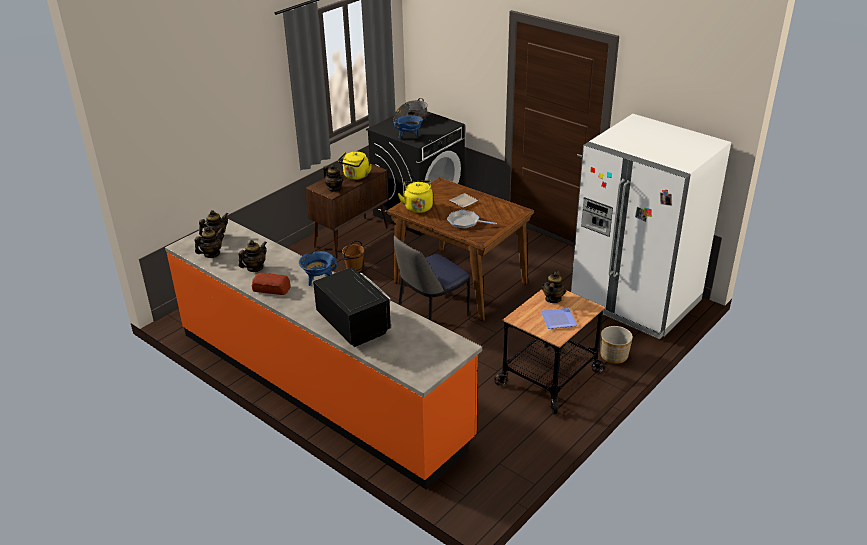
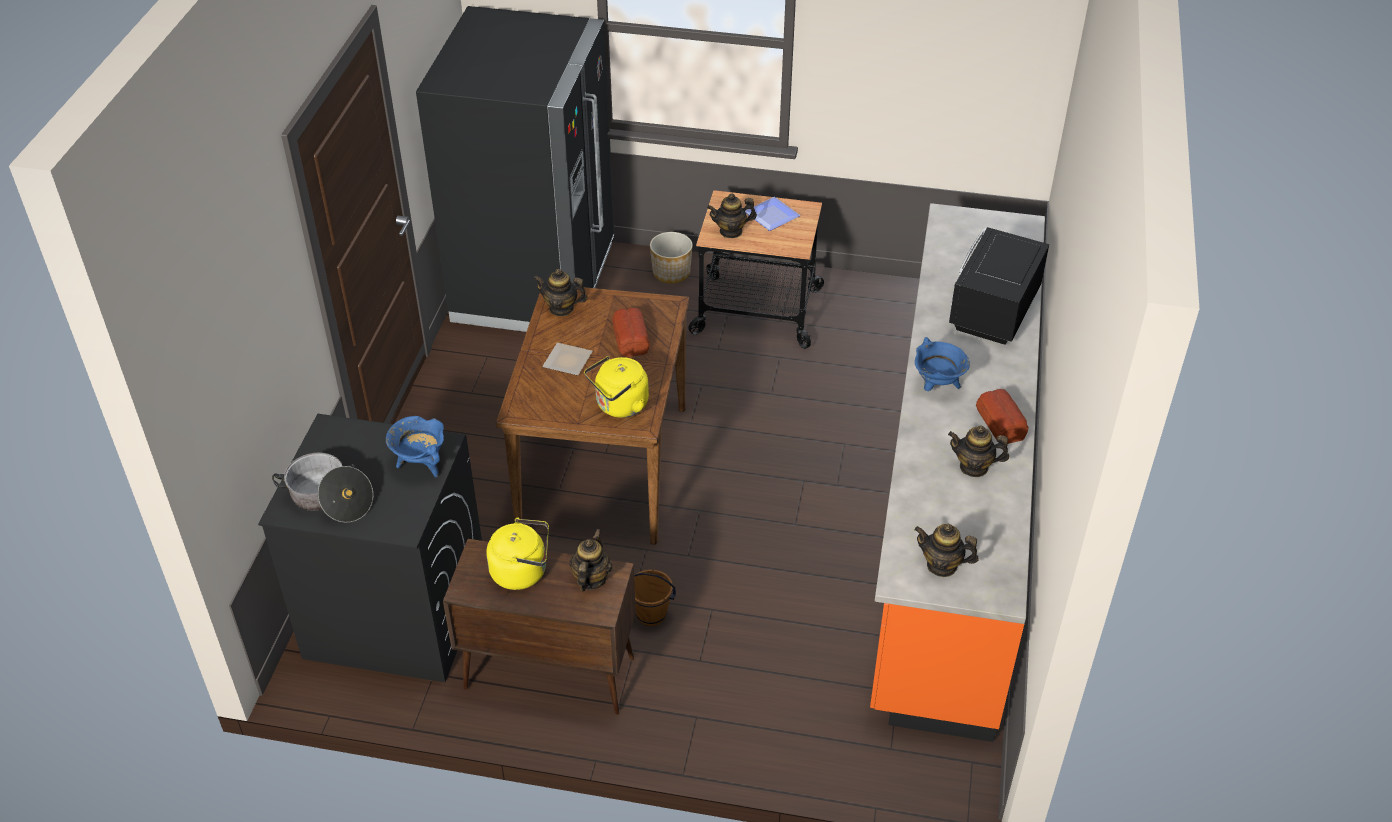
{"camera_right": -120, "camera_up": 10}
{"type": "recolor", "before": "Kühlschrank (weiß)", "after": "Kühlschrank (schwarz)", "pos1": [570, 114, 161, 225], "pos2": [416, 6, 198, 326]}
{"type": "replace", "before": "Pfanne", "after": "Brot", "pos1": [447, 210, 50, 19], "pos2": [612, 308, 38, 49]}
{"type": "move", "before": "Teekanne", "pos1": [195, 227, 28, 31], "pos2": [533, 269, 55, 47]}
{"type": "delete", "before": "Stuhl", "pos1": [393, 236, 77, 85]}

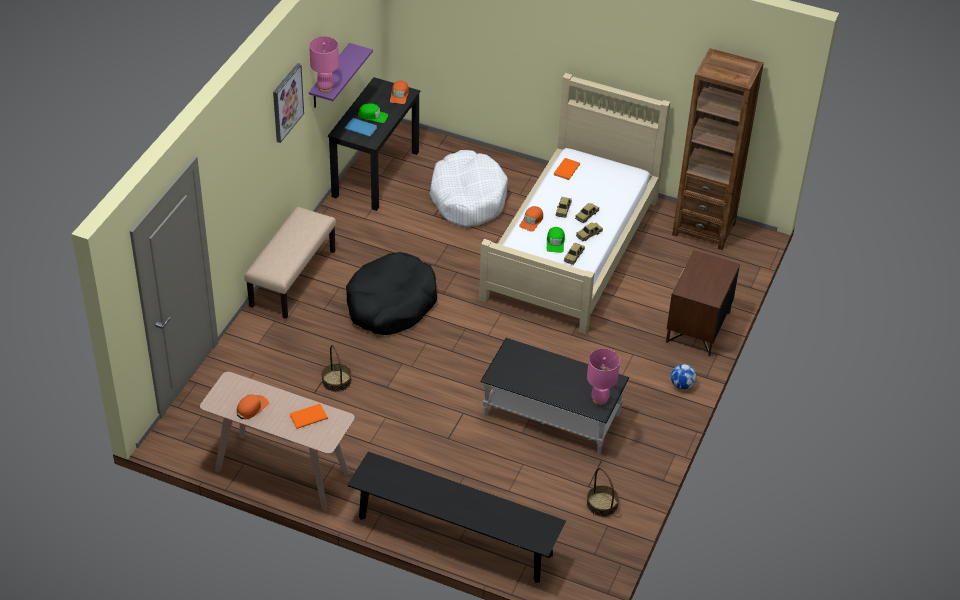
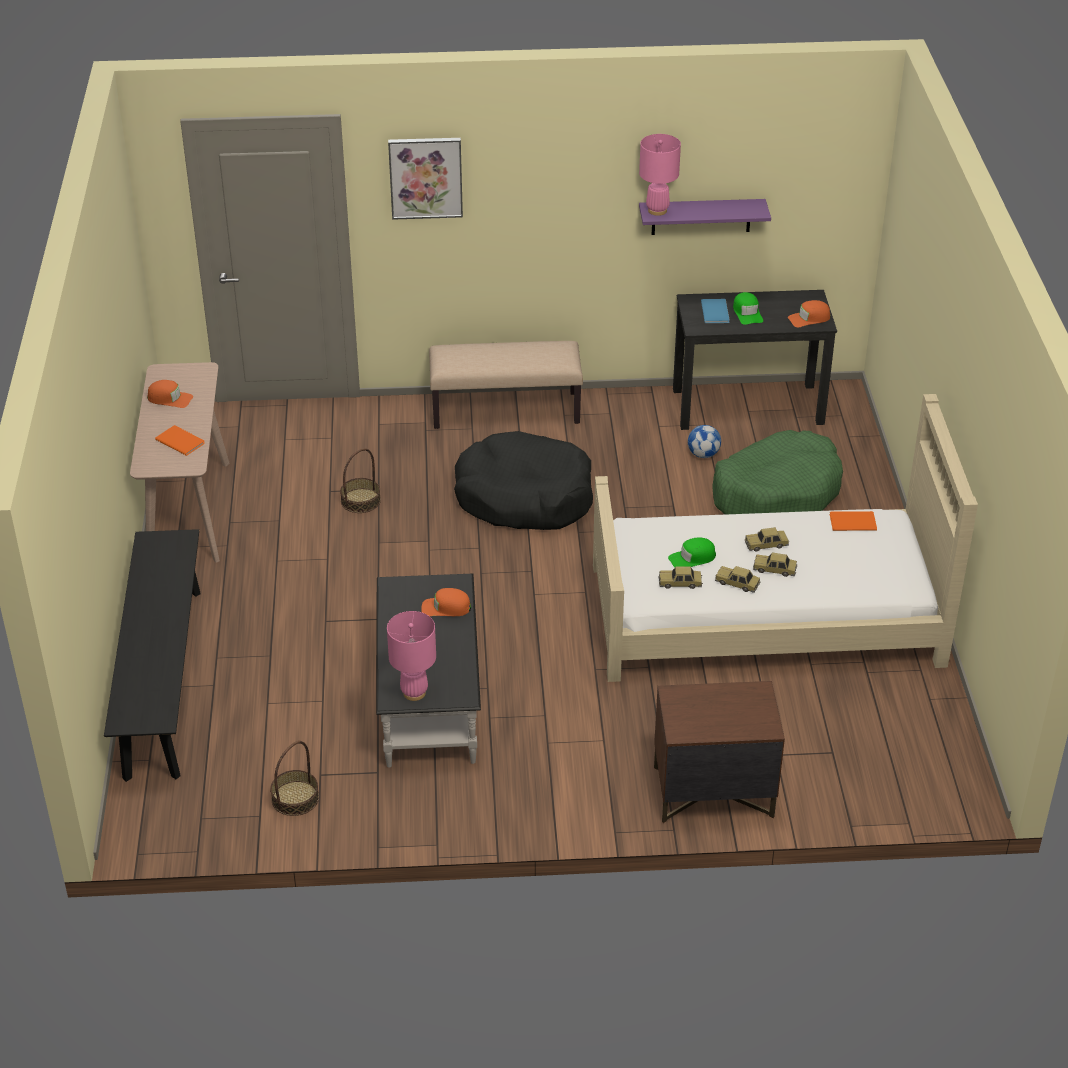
{"camera_right": 65, "camera_up": -5}
{"type": "delete", "before": "Bücherregal (braun)", "pos1": [672, 48, 92, 202]}
{"type": "move", "before": "Bild", "pos1": [273, 63, 31, 80], "pos2": [388, 138, 75, 82]}
{"type": "recolor", "before": "Hundebett (weiß)", "after": "Hundebett (grün)", "pos1": [429, 150, 79, 77], "pos2": [712, 430, 131, 85]}
{"type": "move", "before": "Kappe (orange)", "pos1": [519, 206, 24, 26], "pos2": [421, 588, 50, 28]}
{"type": "move", "before": "Fußball", "pos1": [671, 364, 25, 26], "pos2": [688, 425, 33, 33]}

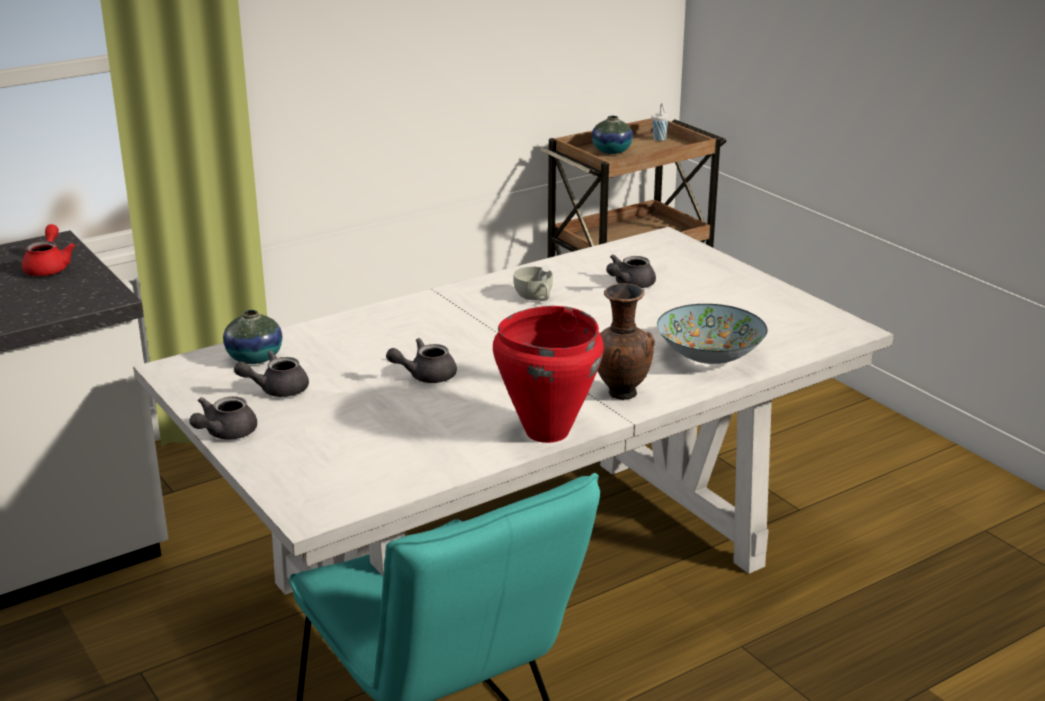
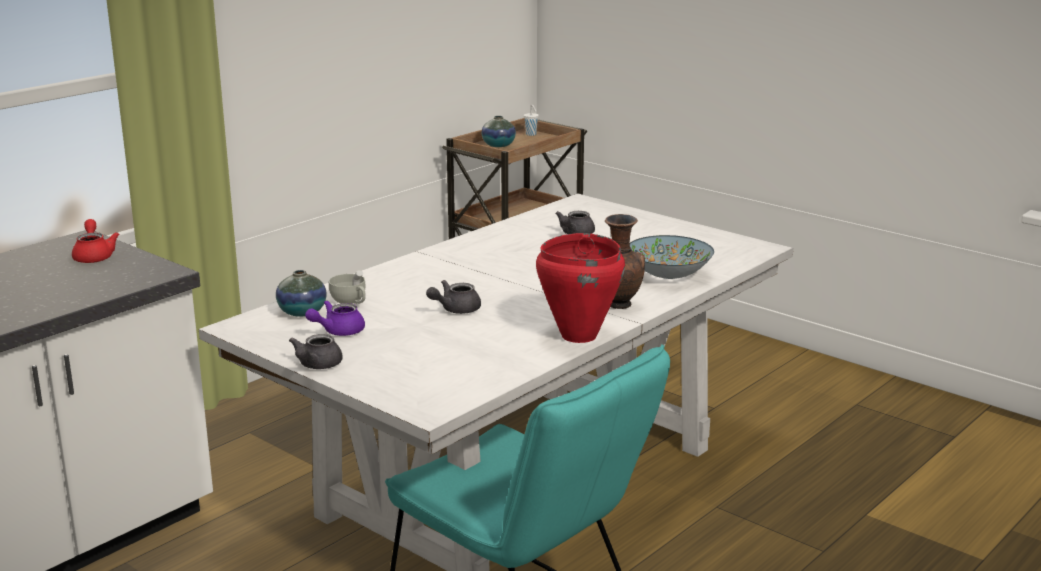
{"camera_right": -15, "camera_up": -5}
{"type": "move", "before": "Tasse (weiß)", "pos1": [513, 265, 40, 36], "pos2": [329, 270, 37, 34]}
{"type": "recolor", "before": "Teekanne (grau)", "after": "Teekanne (lila)", "pos1": [234, 351, 75, 46], "pos2": [305, 300, 60, 36]}

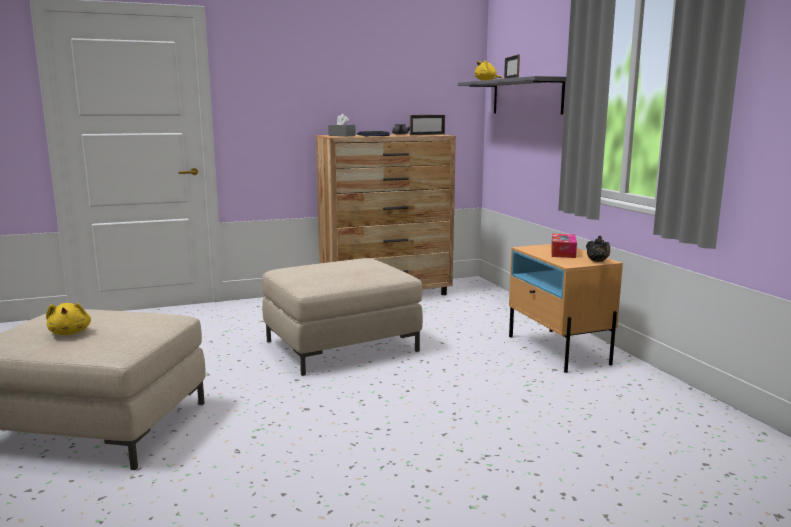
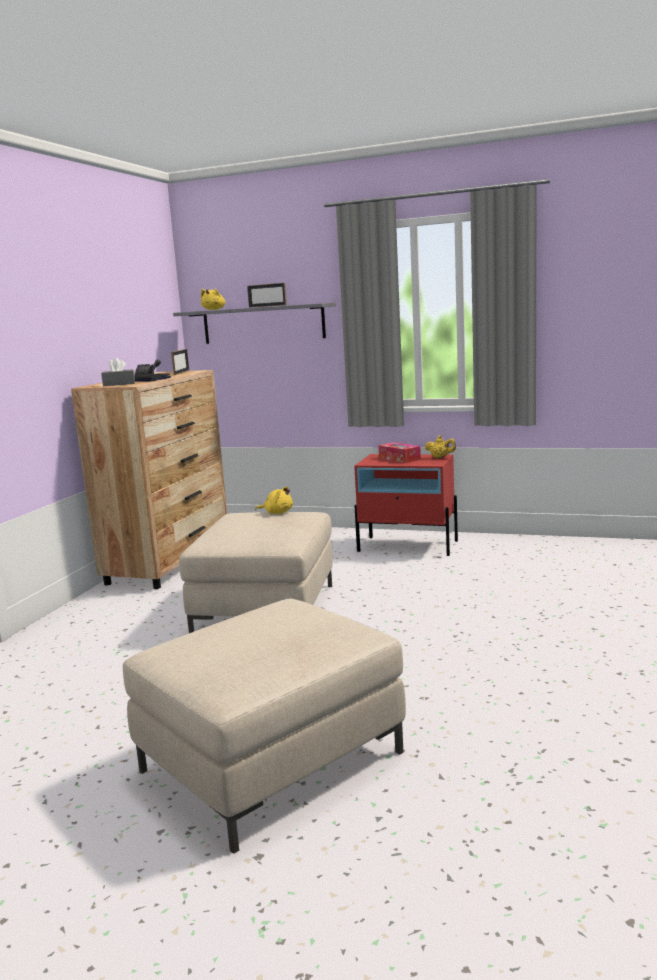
{"camera_right": -50, "camera_up": 0}
{"type": "recolor", "before": "Teekanne (schwarz)", "after": "Teekanne (gelb)", "pos1": [586, 236, 24, 26], "pos2": [425, 435, 31, 23]}
{"type": "recolor", "before": "Nachttisch (beige)", "after": "Nachttisch (rot)", "pos1": [509, 244, 114, 129], "pos2": [354, 454, 104, 102]}
{"type": "move", "before": "Plüschtier (gelb)", "pos1": [46, 303, 45, 32], "pos2": [255, 486, 38, 28]}

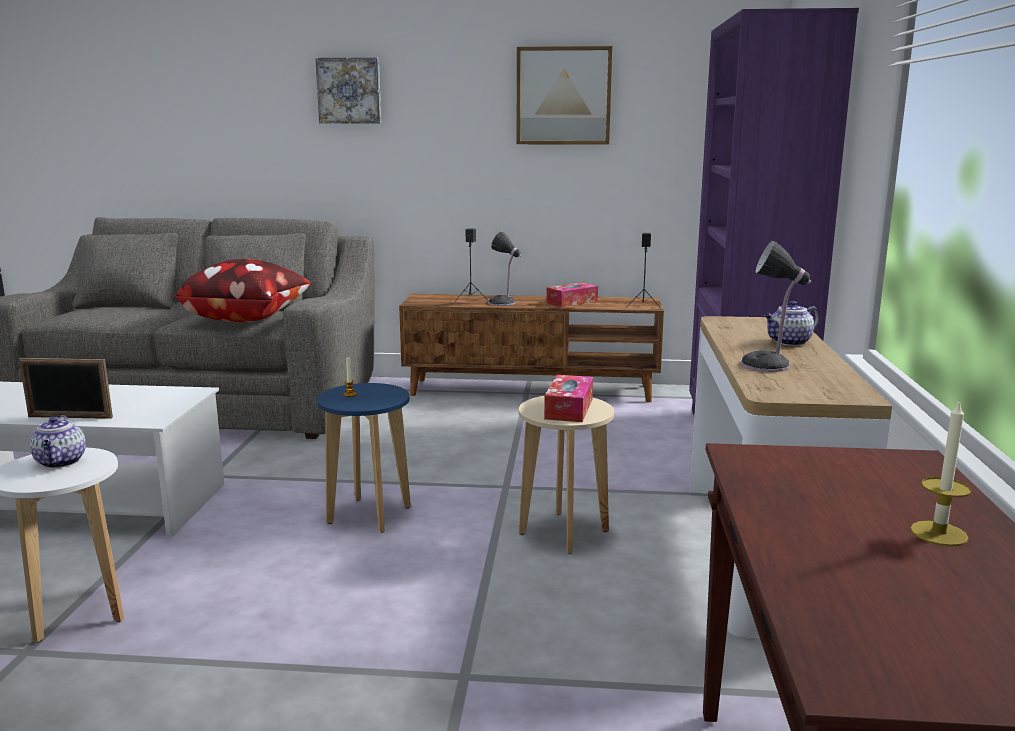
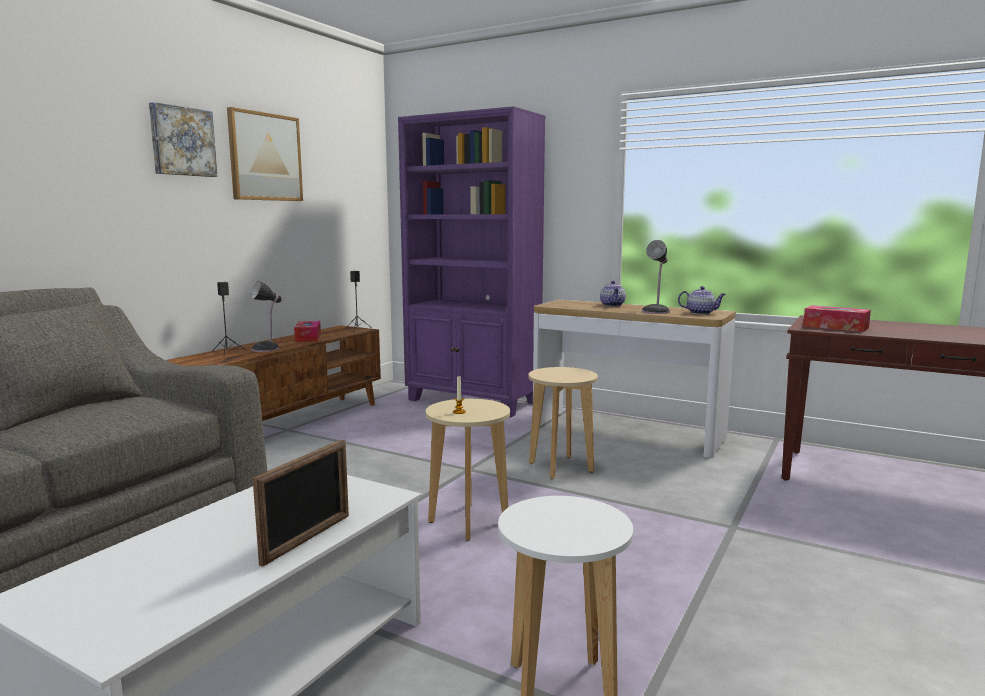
{"camera_right": -65, "camera_up": -5}
{"type": "move", "before": "Bild", "pos1": [315, 57, 66, 67], "pos2": [149, 102, 68, 75]}
{"type": "delete", "before": "Kissen", "pos1": [174, 259, 137, 63]}
{"type": "move", "before": "Taschentuchbox", "pos1": [544, 375, 49, 47], "pos2": [803, 305, 68, 27]}
{"type": "recolor", "before": "Hocker (blau)", "after": "Hocker (beige)", "pos1": [317, 383, 94, 150], "pos2": [426, 399, 84, 141]}
{"type": "delete", "before": "Kerze", "pos1": [910, 399, 62, 147]}
{"type": "move", "before": "Teekanne", "pos1": [30, 415, 56, 53], "pos2": [678, 286, 48, 28]}

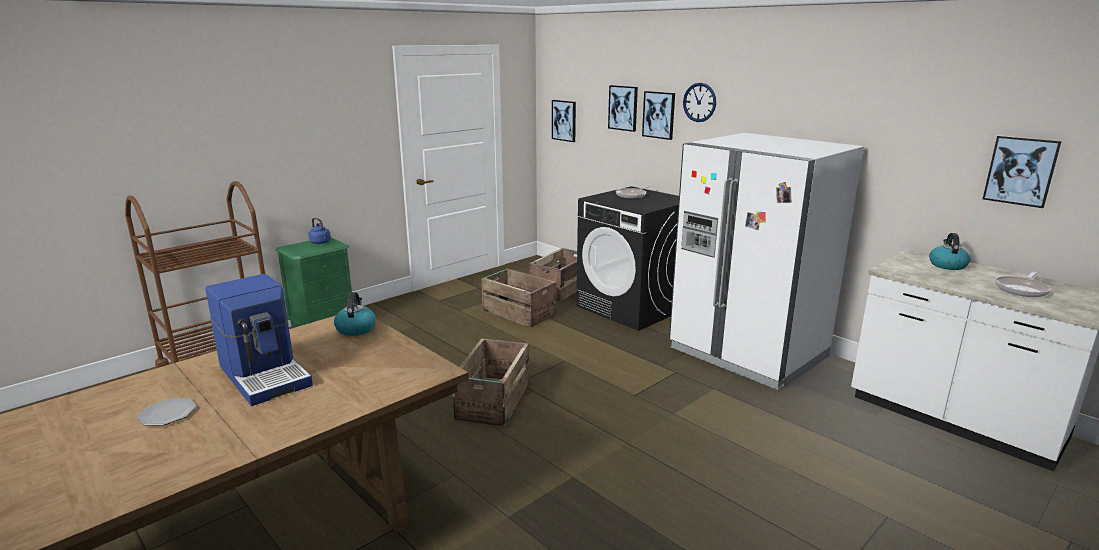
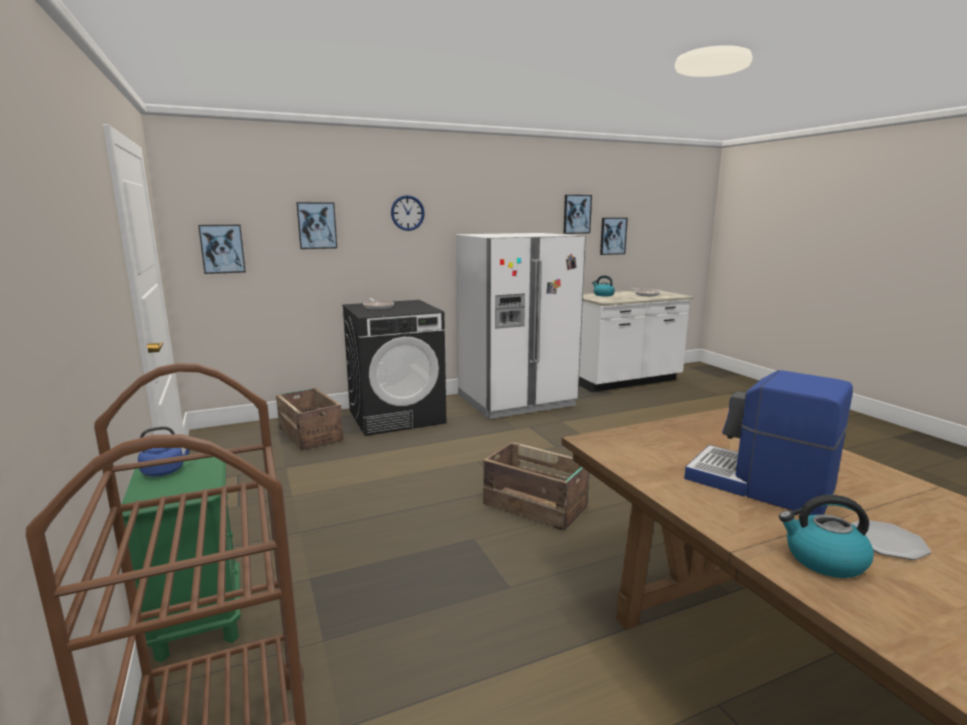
{"camera_right": -70, "camera_up": -5}
{"type": "move", "before": "Bild", "pos1": [642, 91, 33, 49], "pos2": [563, 195, 29, 39]}
{"type": "delete", "before": "Kiste", "pos1": [481, 268, 76, 59]}
{"type": "rotate", "before": "Kaffeemaschine", "pos1": [205, 274, 108, 132], "pos2": [684, 370, 169, 145], "turn": -120}
{"type": "move", "before": "Wasserkessel", "pos1": [334, 292, 42, 44], "pos2": [779, 495, 95, 83]}

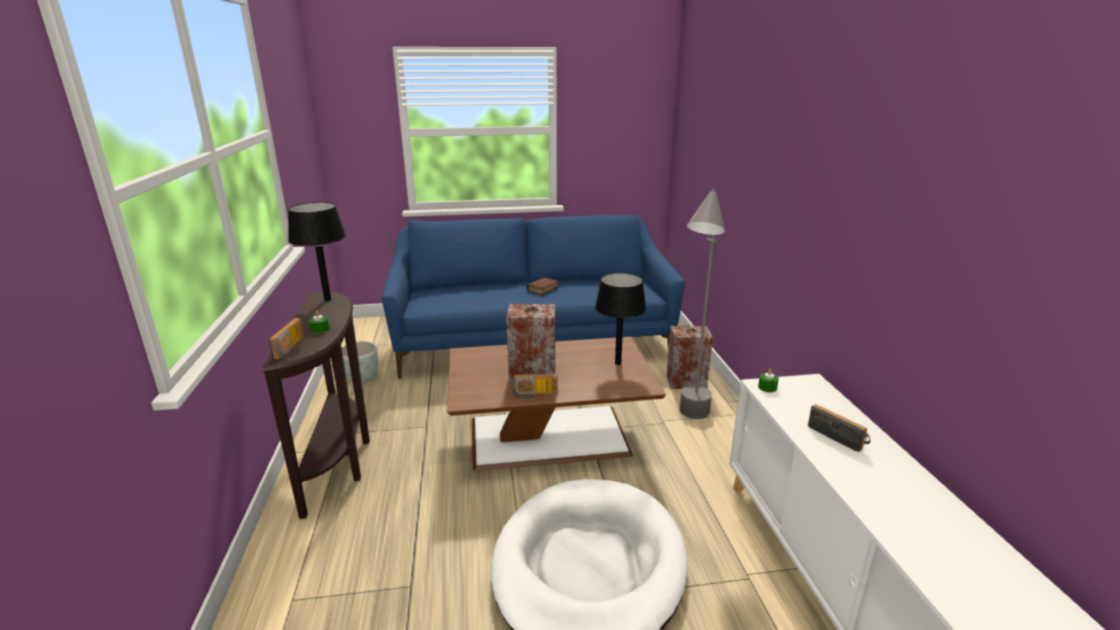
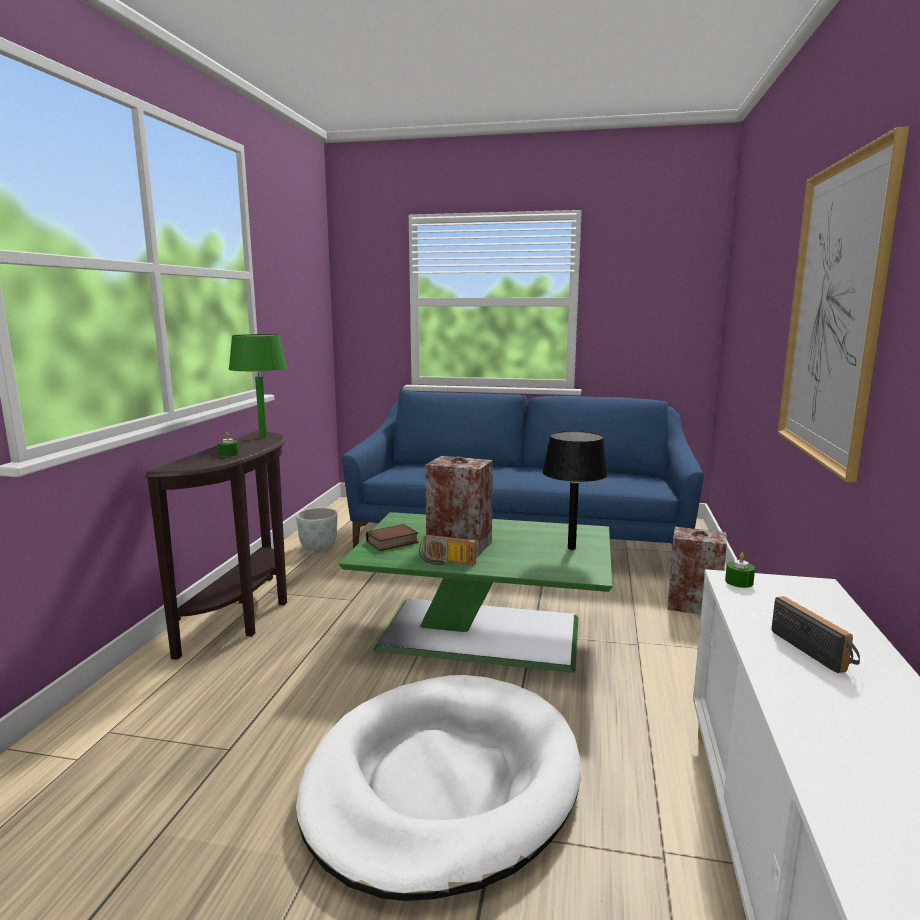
{"camera_right": 20, "camera_up": -10}
{"type": "delete", "before": "Stehlampe (grau)", "pos1": [679, 187, 46, 232]}
{"type": "recolor", "before": "Tischlampe (schwarz)", "after": "Tischlampe (grün)", "pos1": [288, 202, 58, 99], "pos2": [229, 334, 58, 104]}
{"type": "move", "before": "Buch", "pos1": [527, 277, 32, 18], "pos2": [366, 524, 53, 27]}
{"type": "delete", "before": "Radio", "pos1": [269, 318, 35, 42]}
{"type": "recolor", "before": "Couchtisch (braun)", "after": "Couchtisch (grün)", "pos1": [447, 337, 219, 134], "pos2": [339, 512, 273, 161]}
{"type": "insert", "after": "Bild", "pos2": [777, 126, 132, 357]}

